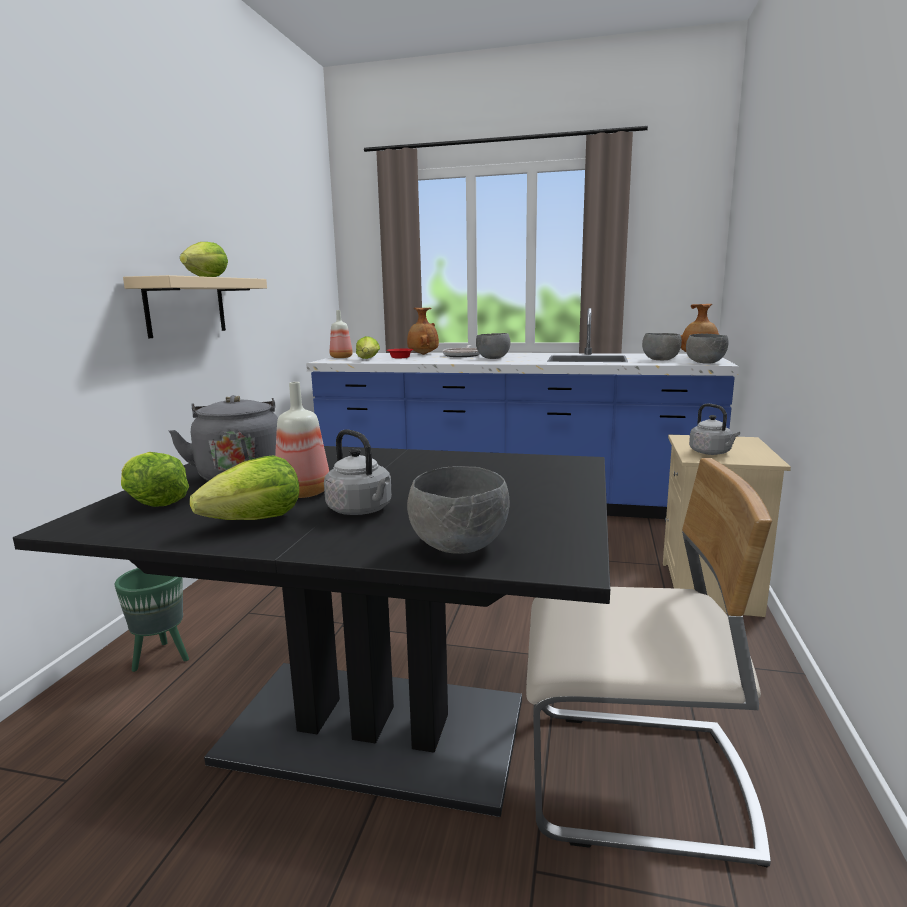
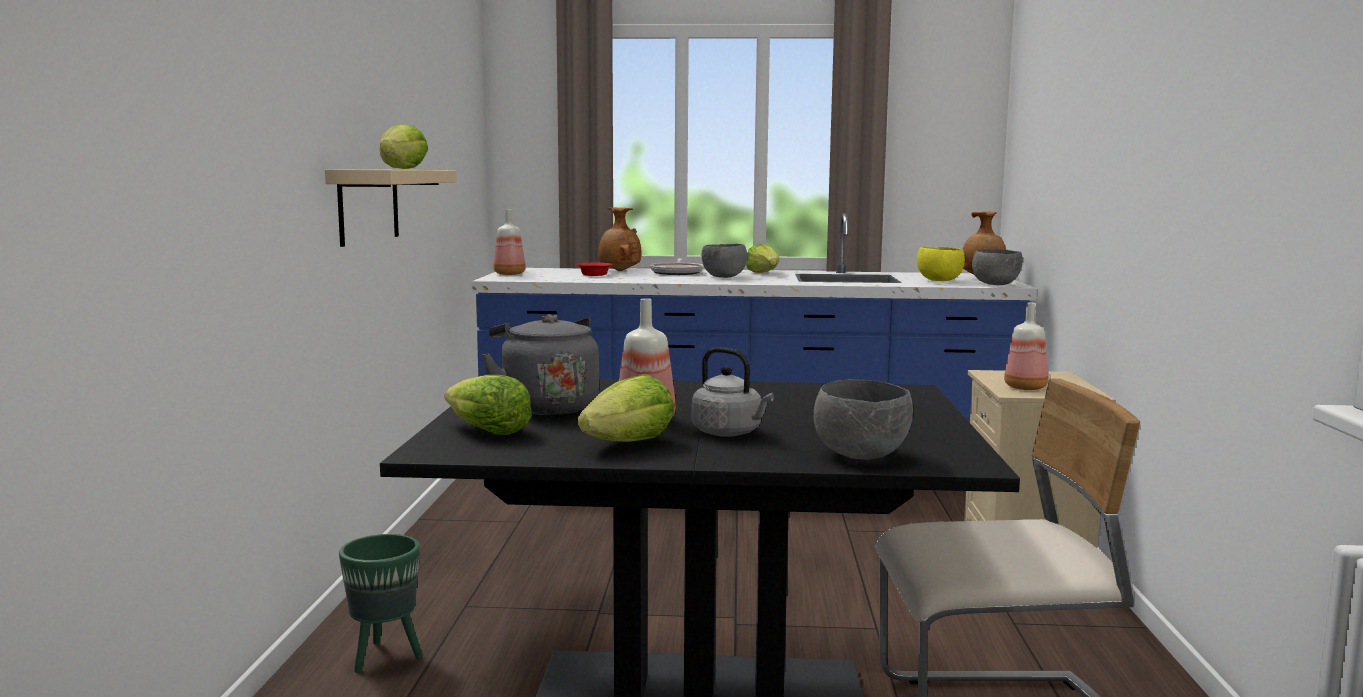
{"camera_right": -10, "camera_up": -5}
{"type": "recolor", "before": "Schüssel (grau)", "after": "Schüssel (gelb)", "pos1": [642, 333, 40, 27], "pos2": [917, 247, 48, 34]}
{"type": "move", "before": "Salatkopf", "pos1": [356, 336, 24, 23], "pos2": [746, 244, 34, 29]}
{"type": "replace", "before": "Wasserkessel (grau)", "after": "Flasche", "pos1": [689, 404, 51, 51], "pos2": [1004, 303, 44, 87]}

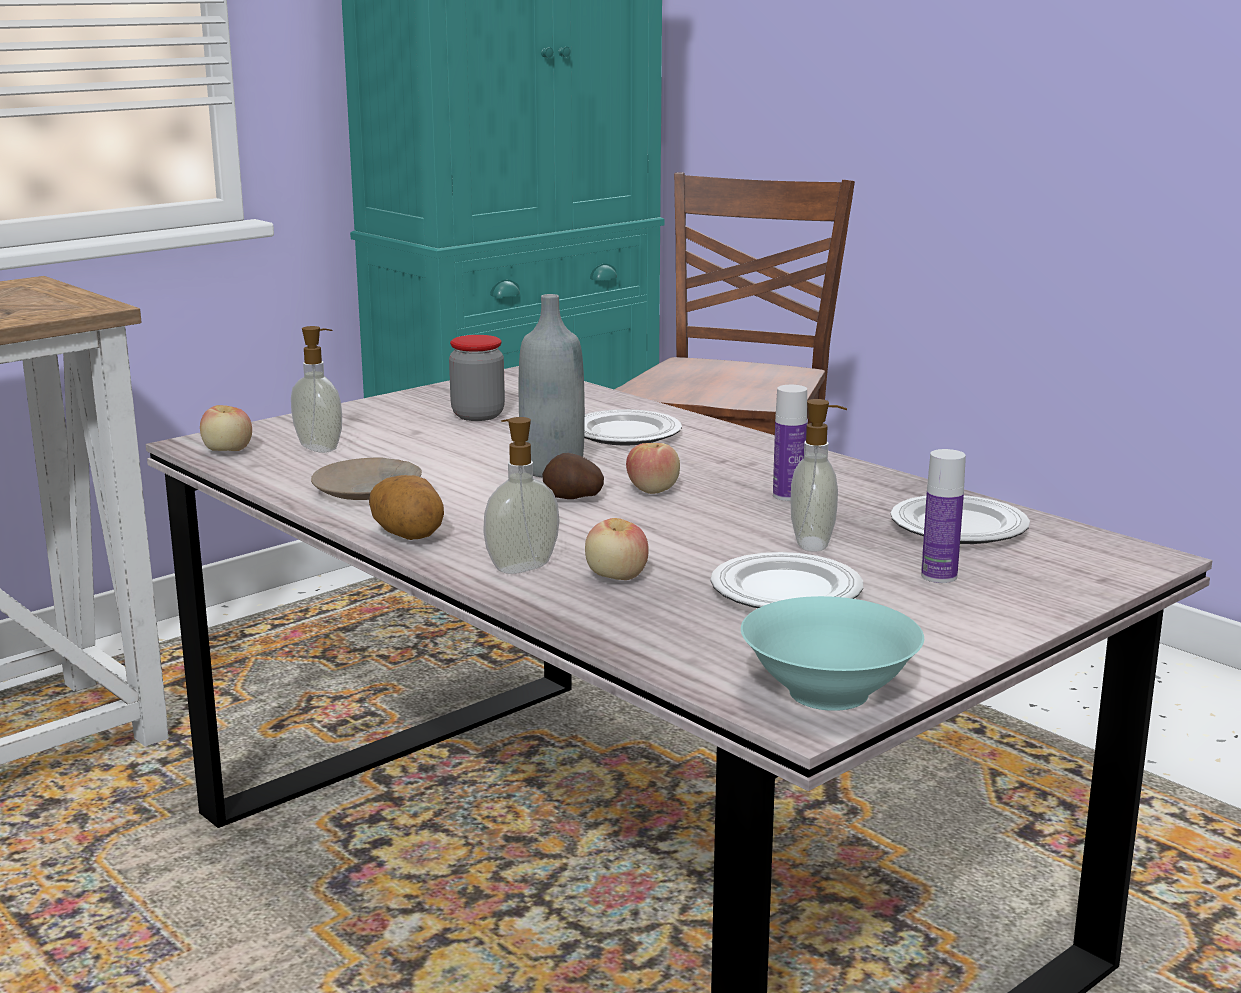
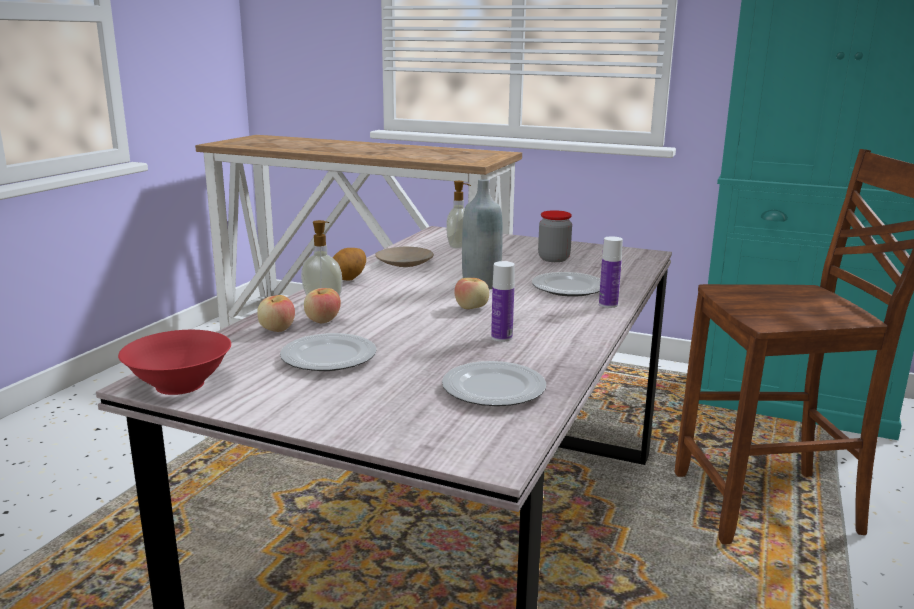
{"camera_right": 65, "camera_up": 0}
{"type": "delete", "before": "Seifenspender", "pos1": [791, 399, 56, 153]}
{"type": "move", "before": "Apfel", "pos1": [200, 405, 52, 46], "pos2": [257, 295, 38, 37]}
{"type": "move", "before": "Flasche", "pos1": [921, 449, 45, 134], "pos2": [599, 236, 24, 72]}
{"type": "delete", "before": "Kartoffel", "pos1": [542, 453, 62, 46]}
{"type": "recolor", "before": "Schüssel (türkis)", "after": "Schüssel (rot)", "pos1": [741, 596, 183, 115], "pos2": [118, 330, 113, 65]}

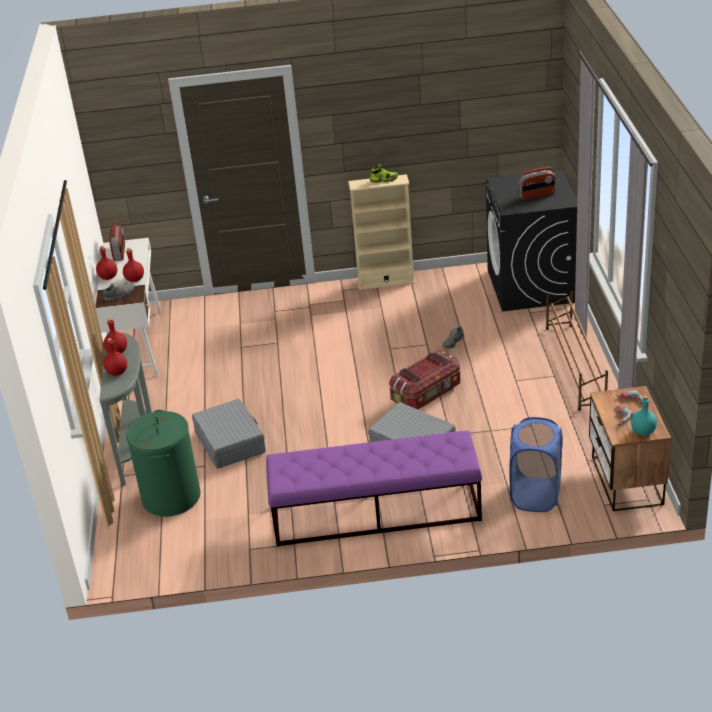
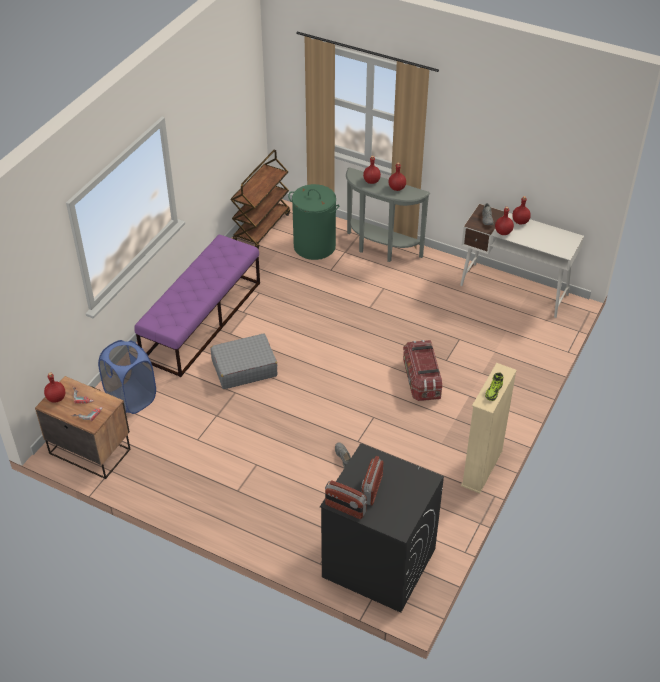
{"camera_right": 120, "camera_up": 10}
{"type": "move", "before": "Radio", "pos1": [110, 221, 15, 40], "pos2": [325, 480, 42, 39]}
{"type": "delete", "before": "Schuhregal (braun)", "pos1": [546, 292, 62, 119]}
{"type": "move", "before": "Aufbewahrungsbox", "pos1": [389, 349, 71, 60], "pos2": [403, 340, 39, 61]}
{"type": "recolor", "before": "Flasche (türkis)", "after": "Flasche (rot)", "pos1": [631, 396, 26, 40], "pos2": [44, 372, 21, 31]}
{"type": "delete", "before": "Koffer (grau)", "pos1": [192, 399, 73, 69]}
{"type": "insert", "after": "Rollwagen (braun)", "pos2": [230, 150, 60, 99]}

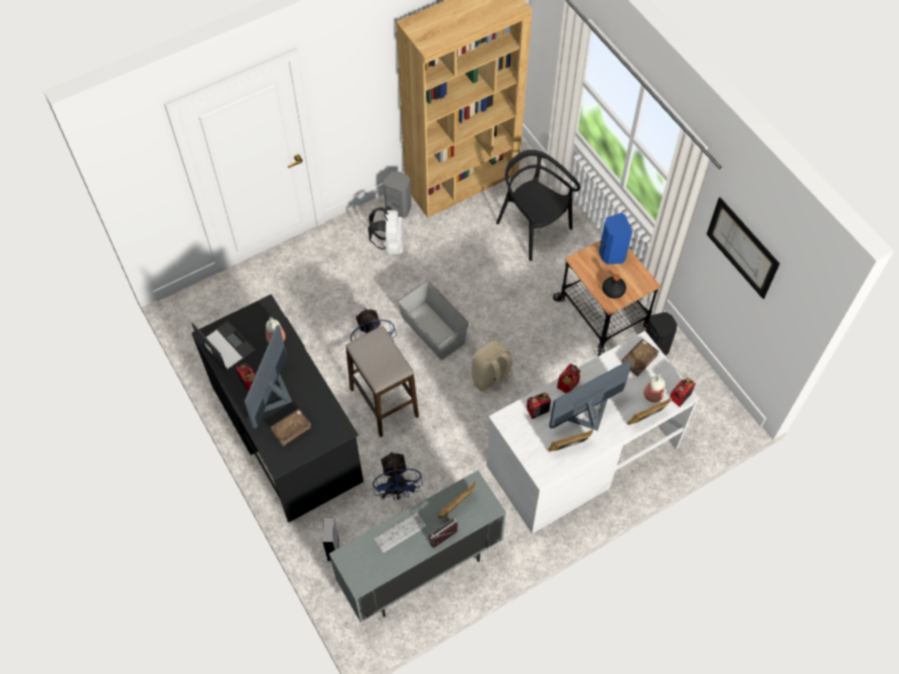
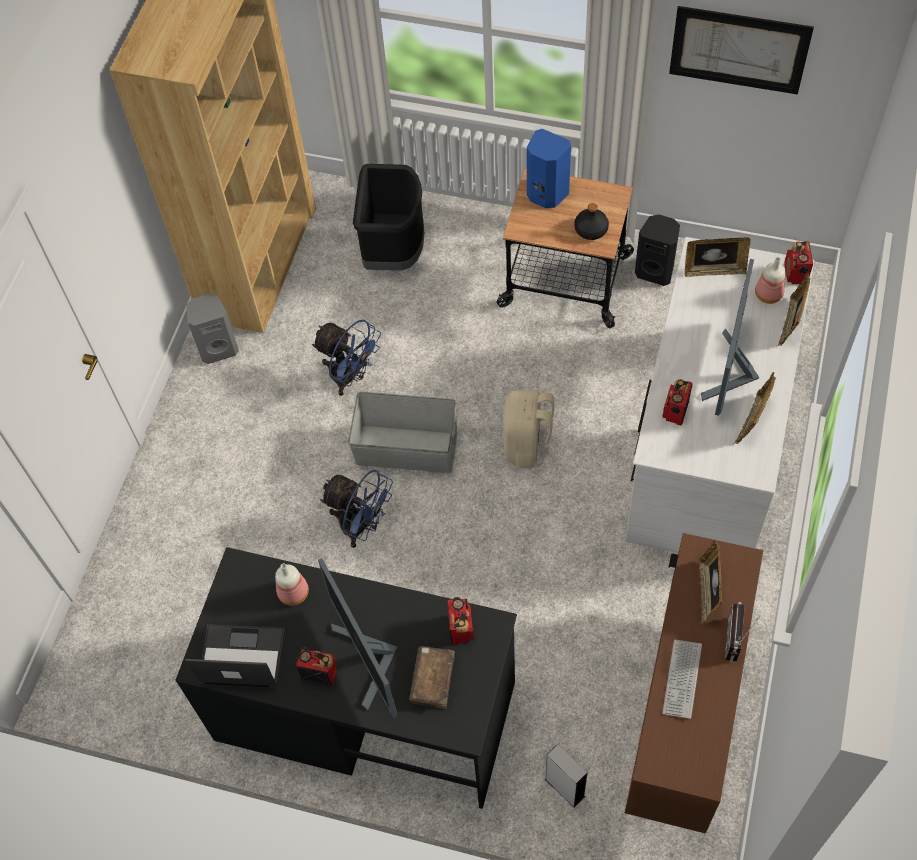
{"camera_right": -40, "camera_up": 0}
{"type": "replace", "before": "Stuhl (schwarz)", "after": "Mülleimer (schwarz)", "pos1": [496, 150, 84, 111], "pos2": [353, 164, 72, 107]}
{"type": "delete", "before": "Rucksack (weiß)", "pos1": [368, 207, 36, 47]}
{"type": "delete", "before": "Hocker", "pos1": [346, 326, 73, 112]}
{"type": "replace", "before": "Buch (braun)", "after": "Bilderrahmen", "pos1": [621, 339, 38, 38], "pos2": [685, 237, 66, 40]}
{"type": "move", "before": "Radio", "pos1": [557, 364, 23, 29], "pos2": [447, 597, 27, 48]}
{"type": "move", "before": "Ventilator (blau)", "pos1": [373, 451, 50, 49], "pos2": [312, 320, 69, 76]}
{"type": "recolor", "before": "Schrank (grau)", "after": "Schrank (braun)", "pos1": [329, 470, 177, 153], "pos2": [625, 533, 138, 301]}

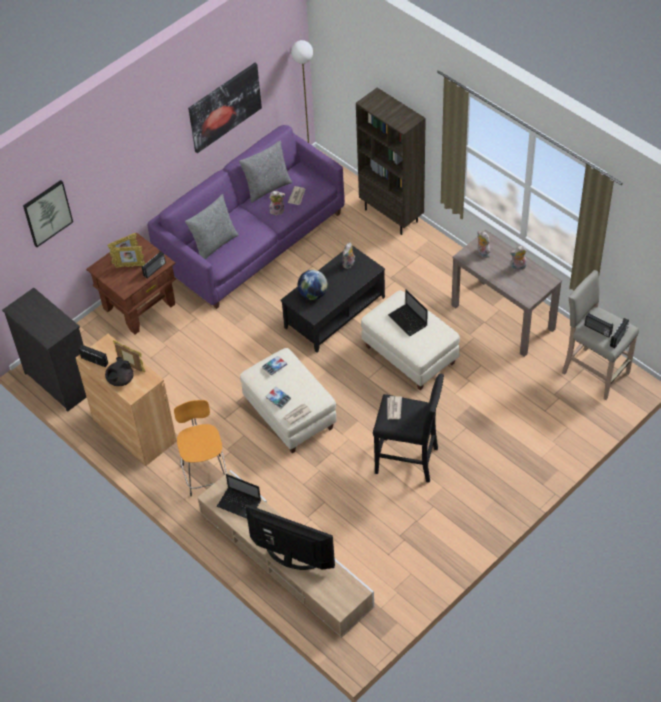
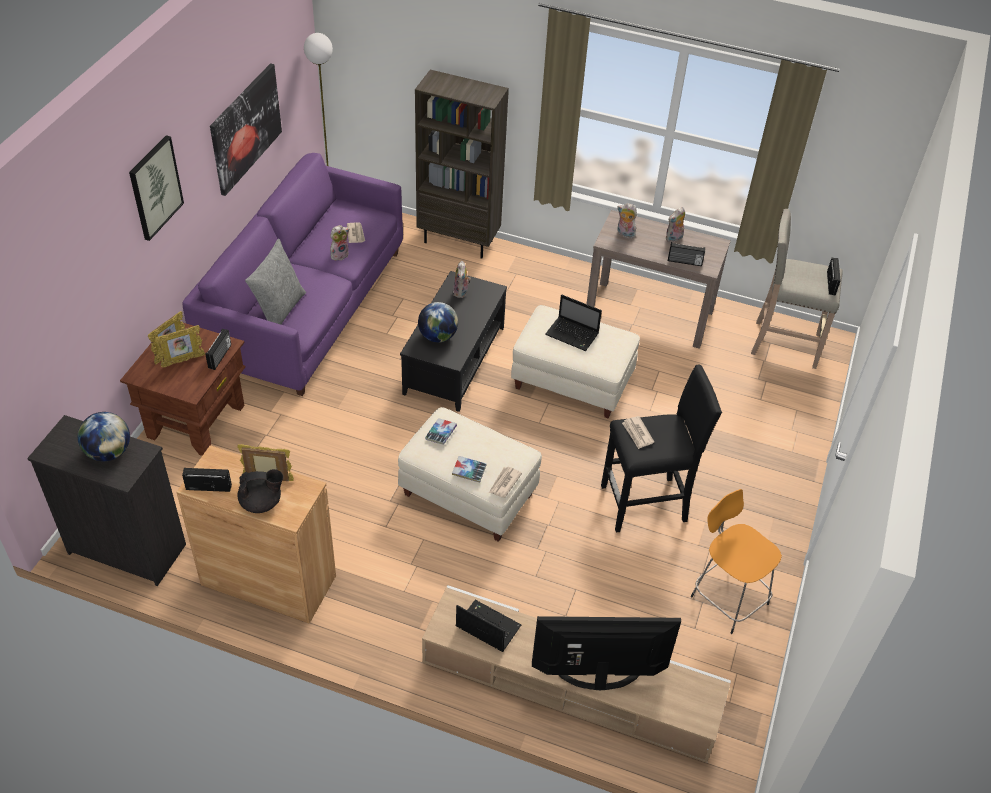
{"camera_right": -30, "camera_up": -5}
{"type": "delete", "before": "Kissen (grau)", "pos1": [239, 140, 54, 63]}
{"type": "move", "before": "Bild", "pos1": [23, 180, 50, 67], "pos2": [129, 135, 55, 106]}
{"type": "move", "before": "Radio", "pos1": [585, 312, 28, 25], "pos2": [668, 242, 37, 24]}
{"type": "rotate", "before": "Teekanne (schwarz)", "pos1": [105, 357, 28, 29], "pos2": [237, 469, 46, 44], "turn": -105}
{"type": "move", "before": "Hocker (orange)", "pos1": [174, 400, 53, 96], "pos2": [691, 489, 91, 145]}
{"type": "rotate", "before": "Laptop", "pos1": [217, 474, 44, 45], "pos2": [456, 600, 65, 52], "turn": -150}
{"type": "insert", "after": "Globus", "pos2": [78, 412, 52, 49]}

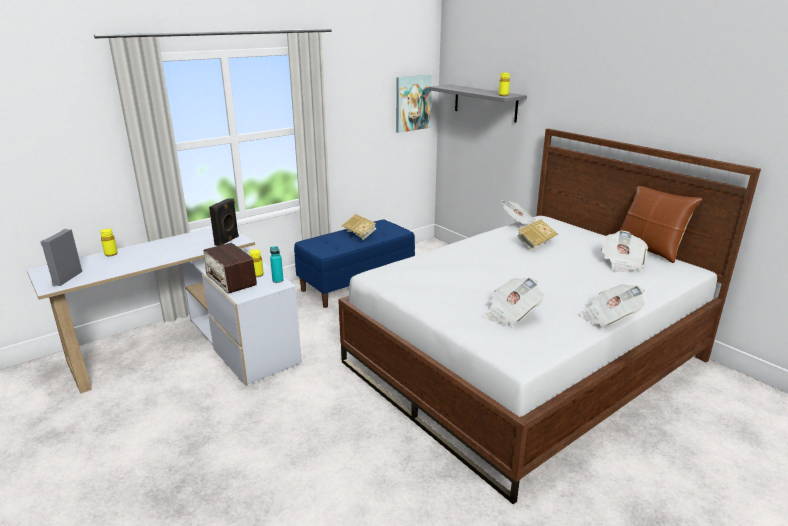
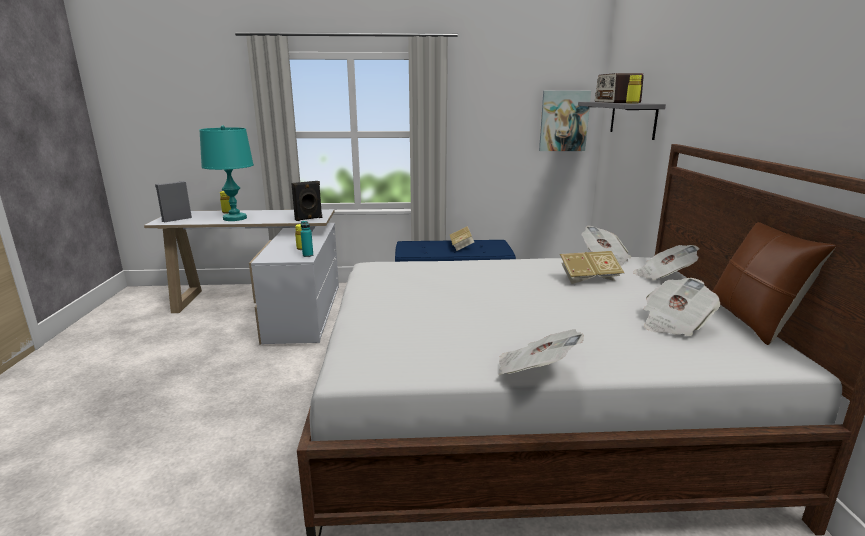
{"camera_right": 35, "camera_up": -5}
{"type": "move", "before": "Radio", "pos1": [204, 243, 53, 51], "pos2": [595, 73, 49, 30]}
{"type": "move", "before": "Zeitung", "pos1": [484, 278, 59, 47], "pos2": [633, 245, 66, 35]}
{"type": "insert", "after": "Tischlampe (türkis)", "pos2": [199, 125, 55, 96]}

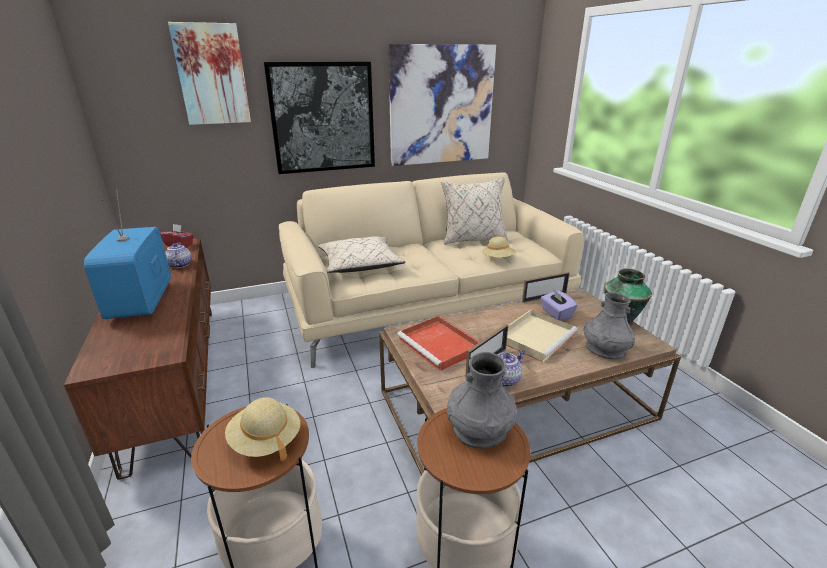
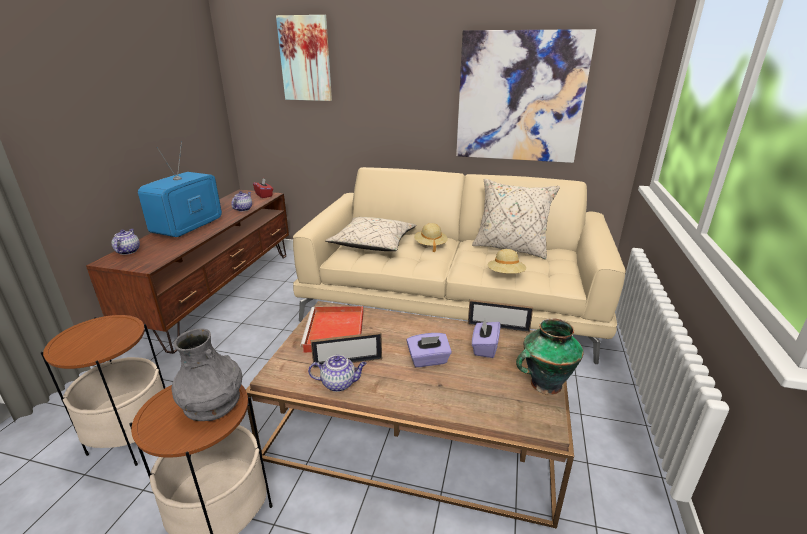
{"camera_right": 35, "camera_up": 0}
{"type": "delete", "before": "Bild", "pos1": [263, 62, 112, 112]}
{"type": "delete", "before": "Vase (grau)", "pos1": [583, 292, 52, 68]}
{"type": "replace", "before": "Tablett (beige)", "after": "Taschentuchbox (lila)", "pos1": [506, 310, 72, 52], "pos2": [407, 333, 45, 34]}
{"type": "move", "before": "Hut (beige)", "pos1": [225, 397, 75, 64], "pos2": [414, 223, 34, 29]}
{"type": "insert", "after": "Teekanne", "pos2": [112, 229, 28, 26]}

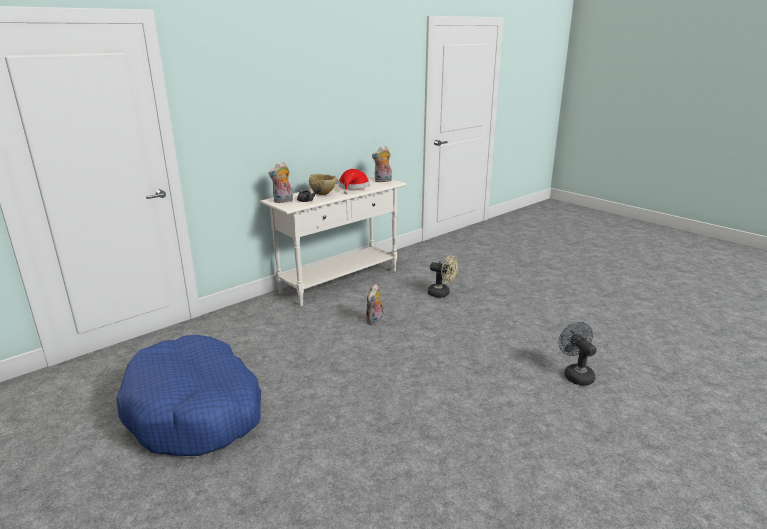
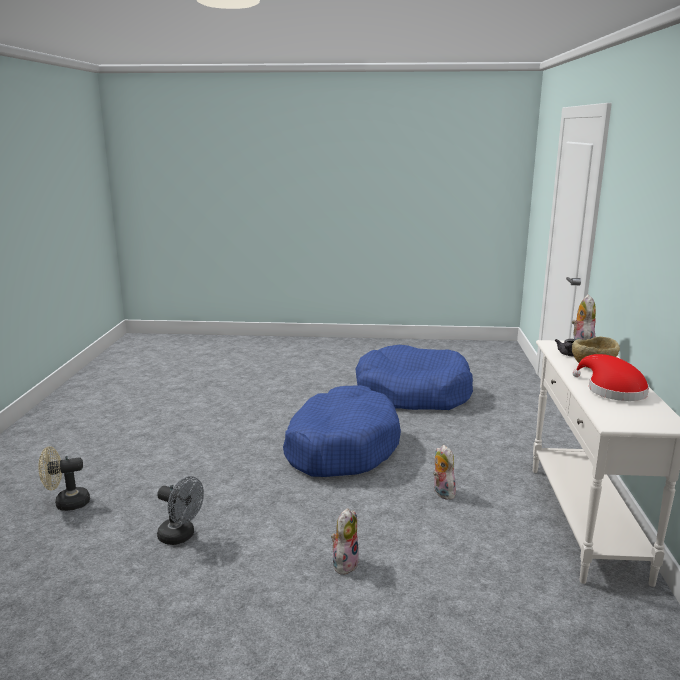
{"camera_right": 135, "camera_up": -5}
{"type": "move", "before": "Plüschtier", "pos1": [372, 146, 20, 36], "pos2": [331, 508, 28, 67]}
{"type": "move", "before": "Ventilator (beige)", "pos1": [428, 255, 30, 43], "pos2": [38, 447, 52, 64]}
{"type": "insert", "after": "Hundebett (blau)", "pos2": [283, 385, 118, 92]}

